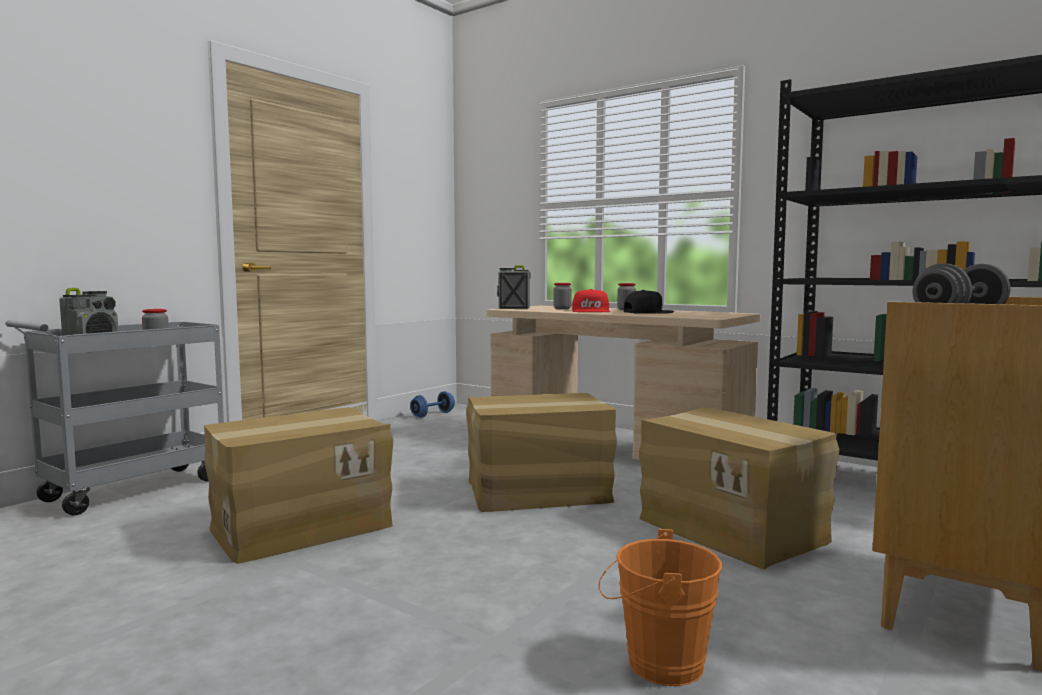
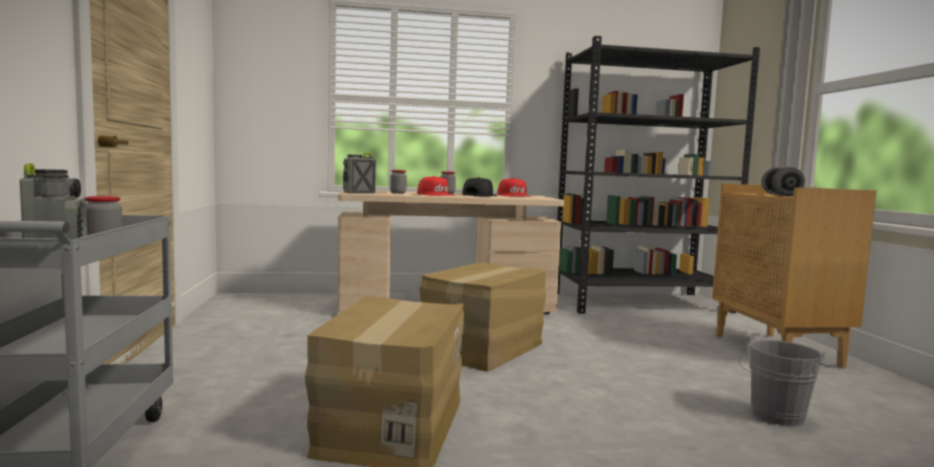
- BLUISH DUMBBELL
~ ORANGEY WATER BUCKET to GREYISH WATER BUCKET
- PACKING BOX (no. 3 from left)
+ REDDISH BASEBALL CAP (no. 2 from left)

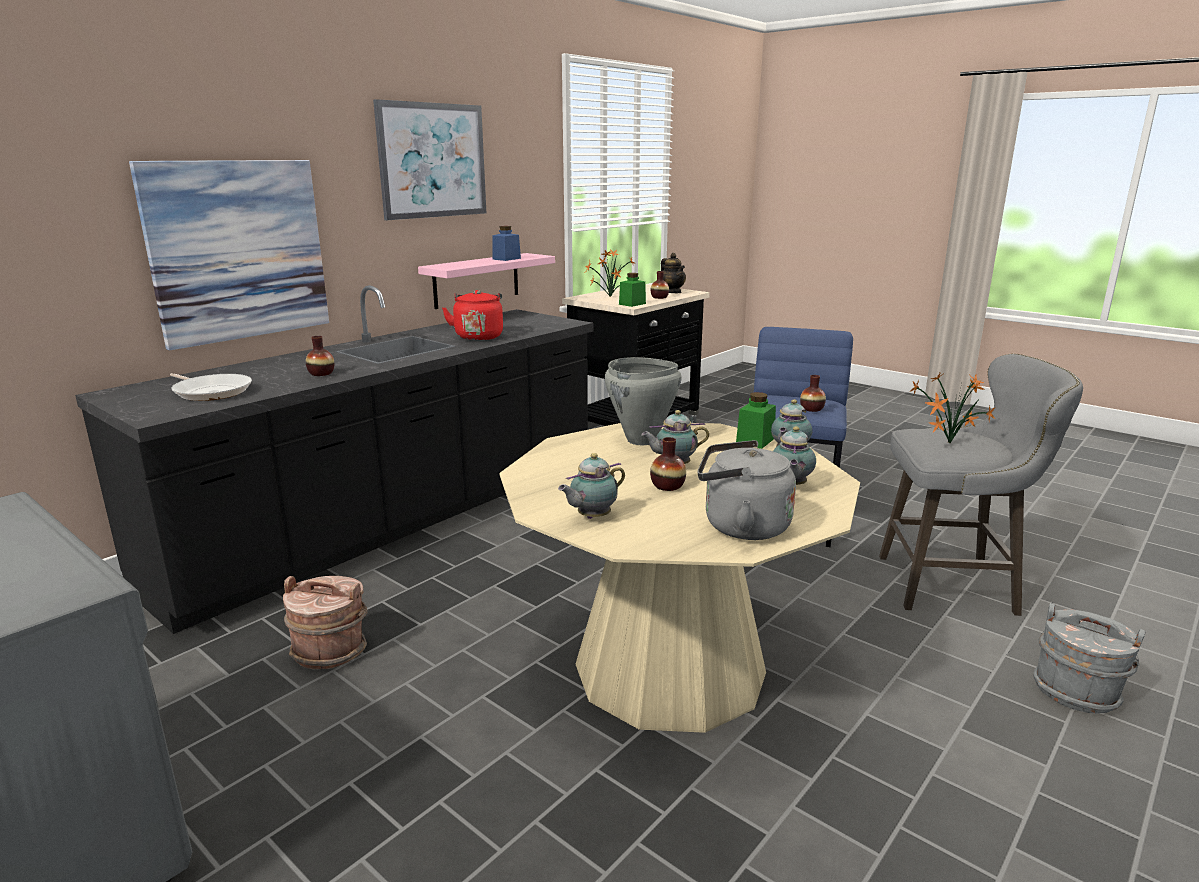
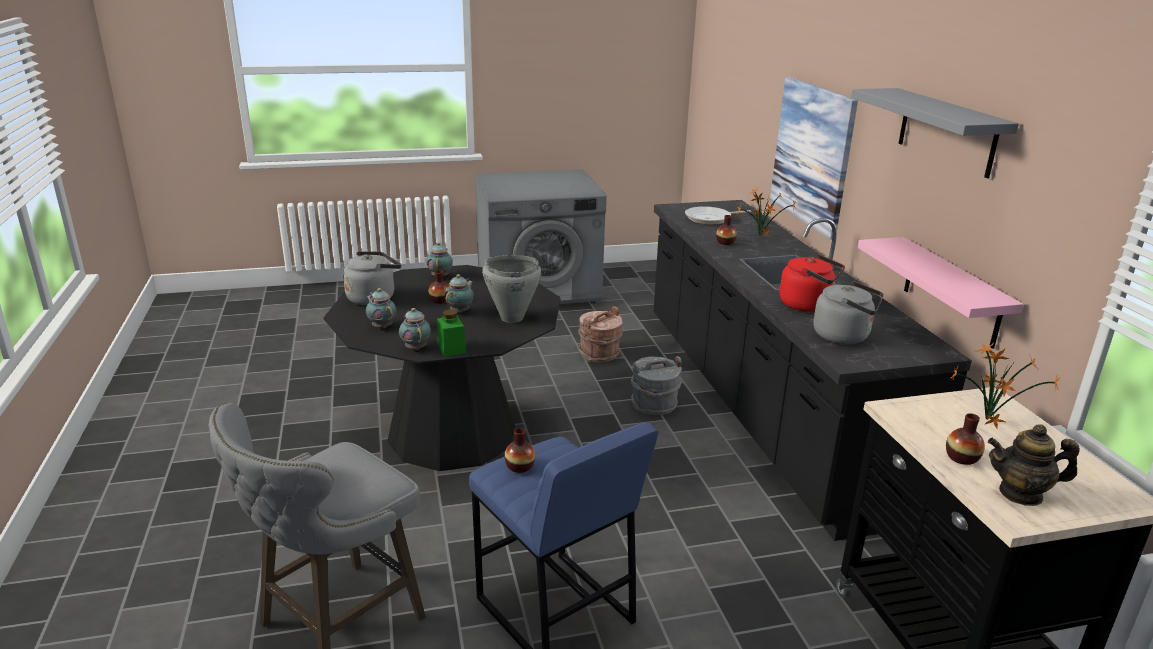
~ WALL ART (no. 2 from left) to GREYISH WALL SHELF
- BLUISH JAR
~ SAND-COLOURED KITCHEN TABLE to BLACK-COLOURED KITCHEN TABLE
- GREEN JAR (no. 1 from left)
~ HOUSEPLANT (no. 2 from left in the first image) to HOUSEPLANT (no. 1 from left)
~ GREYISH WATER BUCKET
+ GREYISH KETTLE (no. 2 from left)

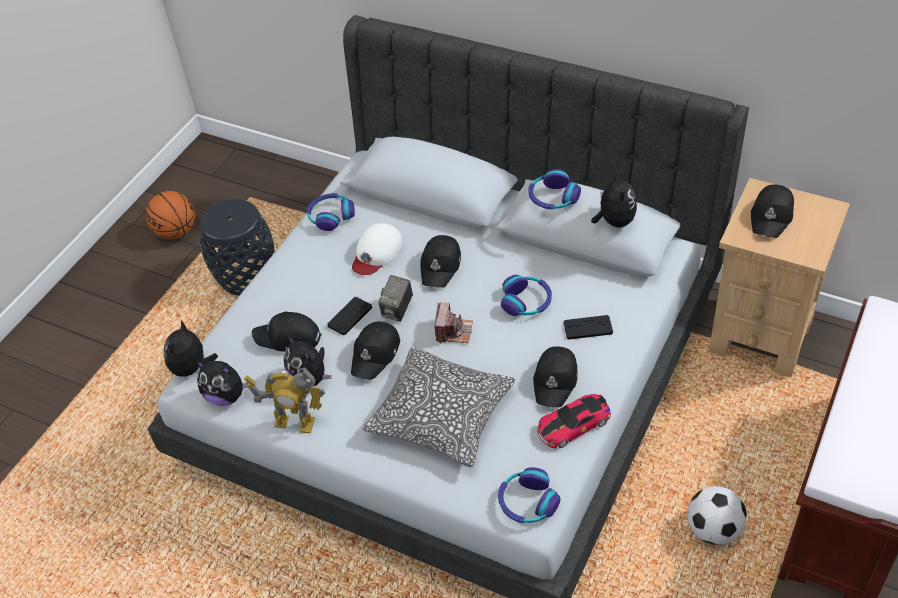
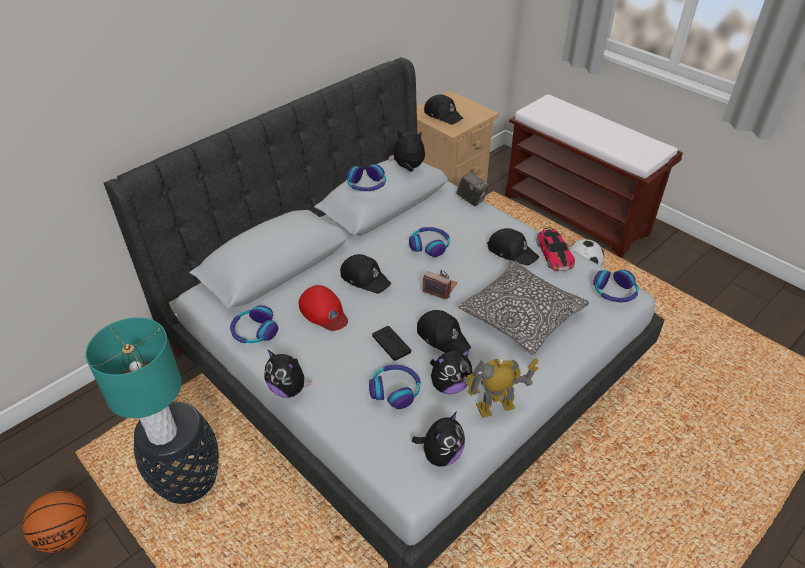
~ PLUSH TOY (no. 1 from left)
~ TOY ROBOT 135 degrees counterclockwise
~ BLACK-COLOURED BASEBALL CAP (no. 1 from left) to HEADSET (no. 3 from left)
~ WHITE-COLOURED BASEBALL CAP to REDDISH BASEBALL CAP
~ PHOTO CAMERA (no. 1 from left in the first image) to PHOTO CAMERA (no. 2 from left)
- BLACK-COLOURED GAME CONTROLLER (no. 2 from left)
+ TURQUOISE-COLOURED TABLE LAMP

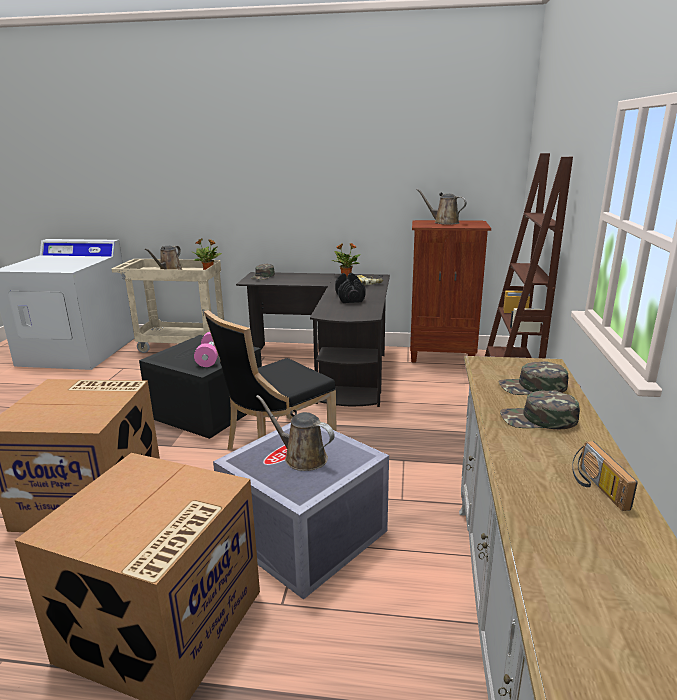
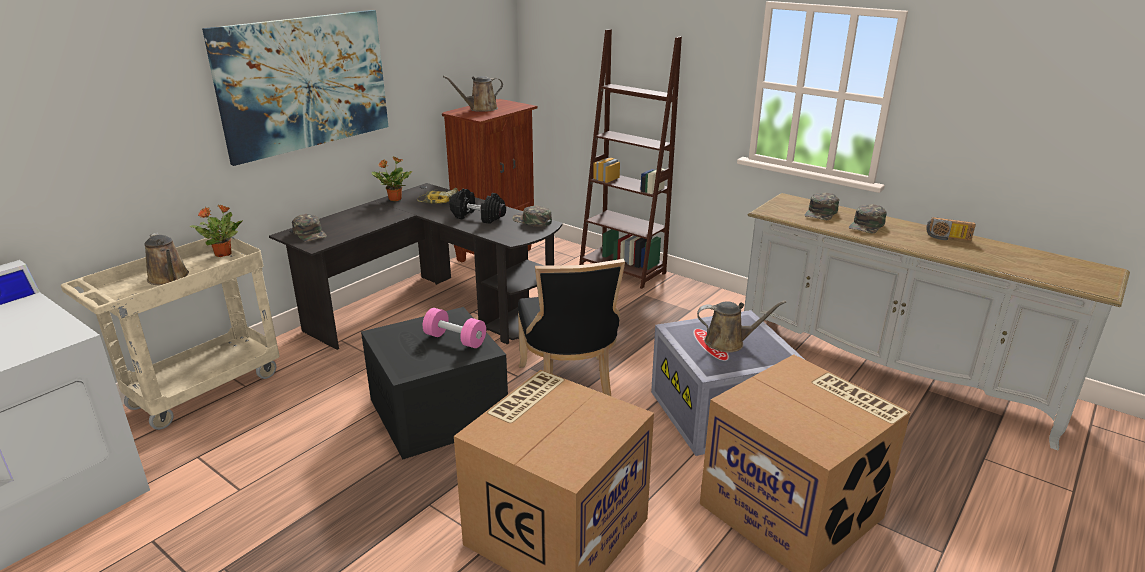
~ BROWNISH WATERING POT (no. 2 from left in the first image) 150 degrees counterclockwise
+ WALL ART
+ GREEN BASEBALL CAP (no. 2 from left)

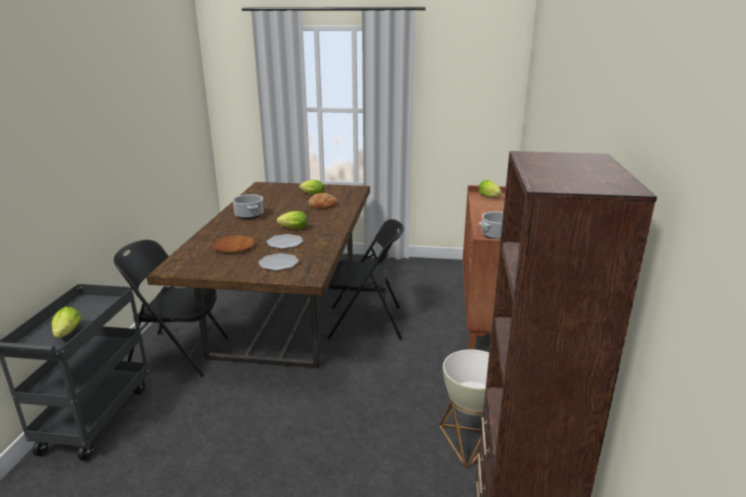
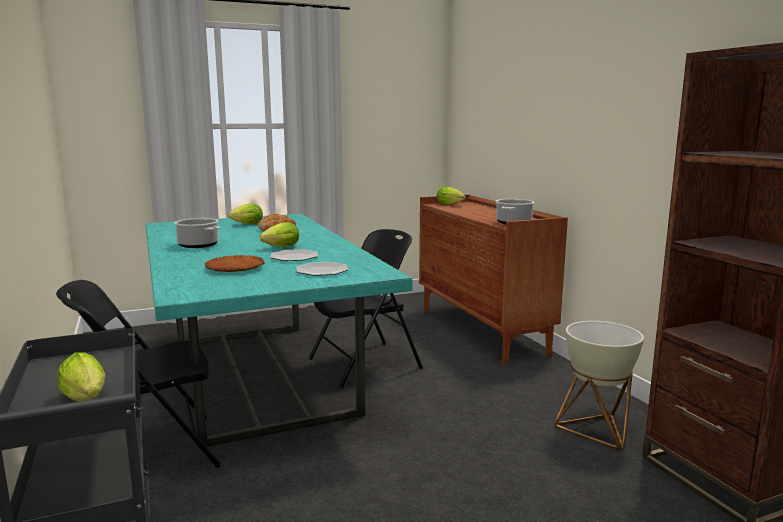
~ BROWNISH KITCHEN TABLE to TURQUOISE-COLOURED KITCHEN TABLE

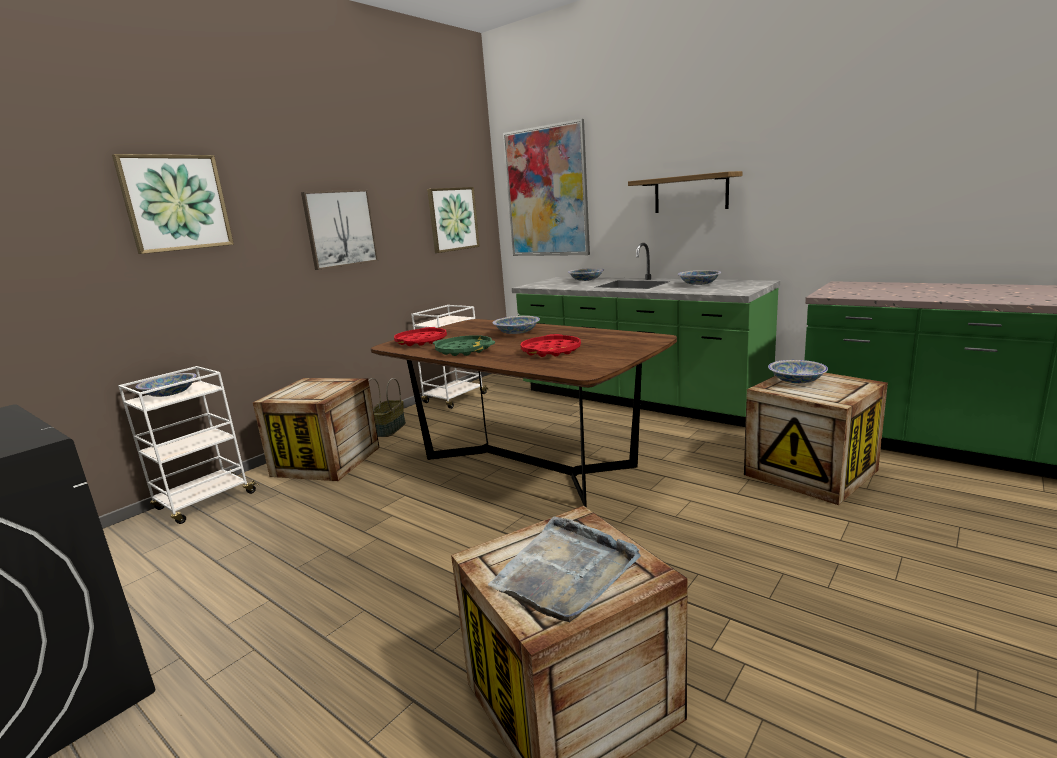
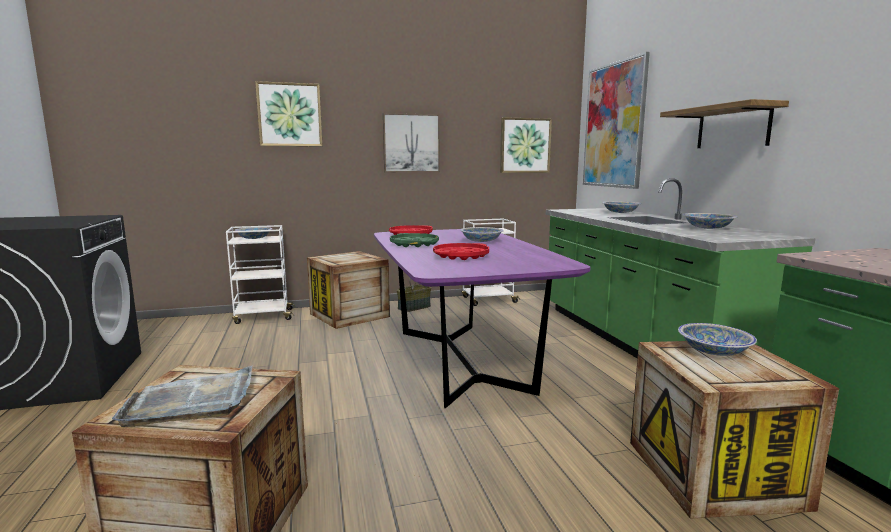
~ BROWNISH KITCHEN TABLE to PURPLE-COLOURED KITCHEN TABLE

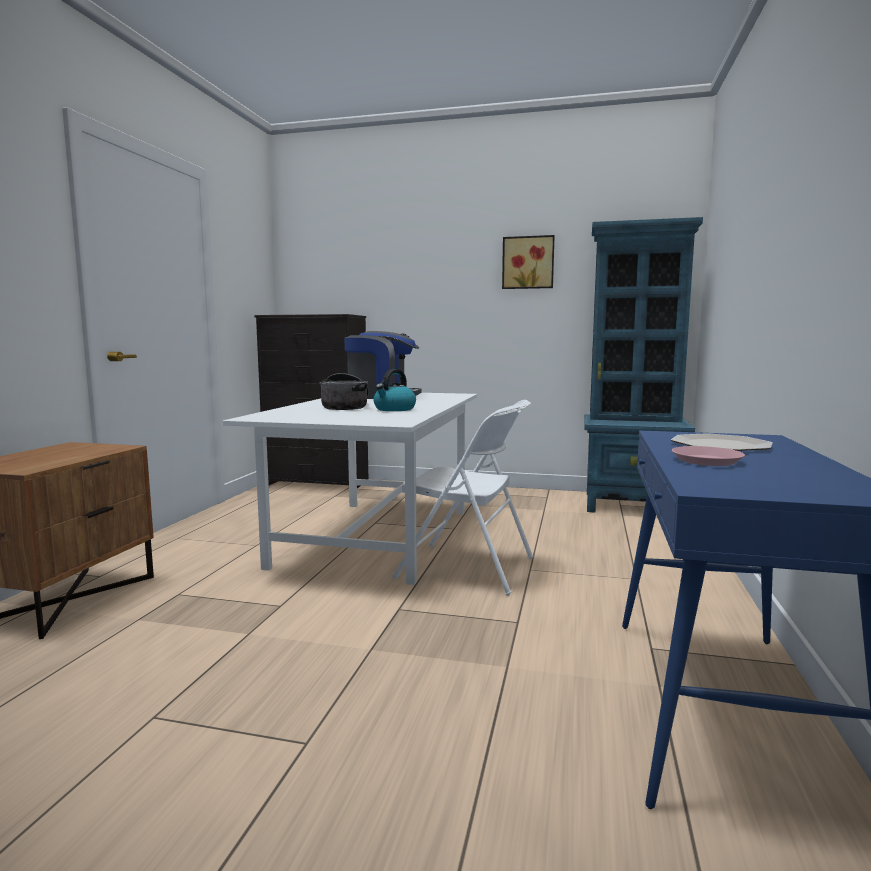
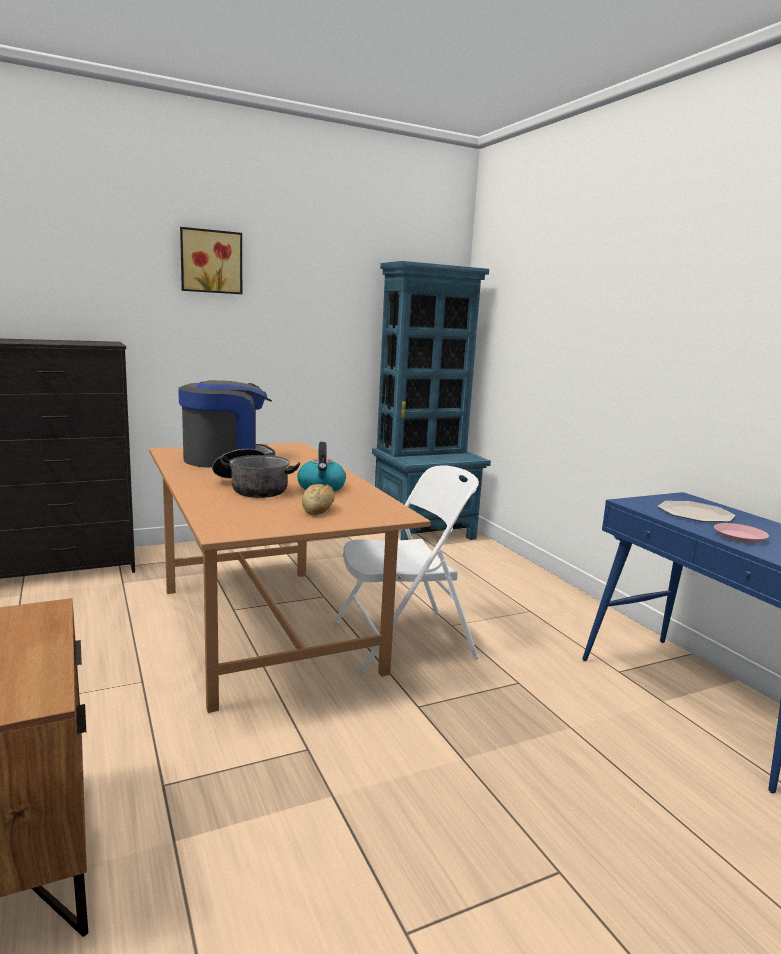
~ WHITE-COLOURED KITCHEN TABLE to BROWNISH KITCHEN TABLE
~ WALL ART
+ BREAD

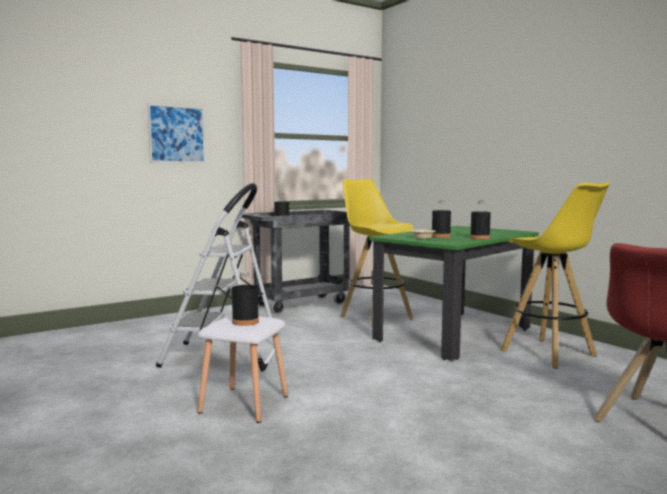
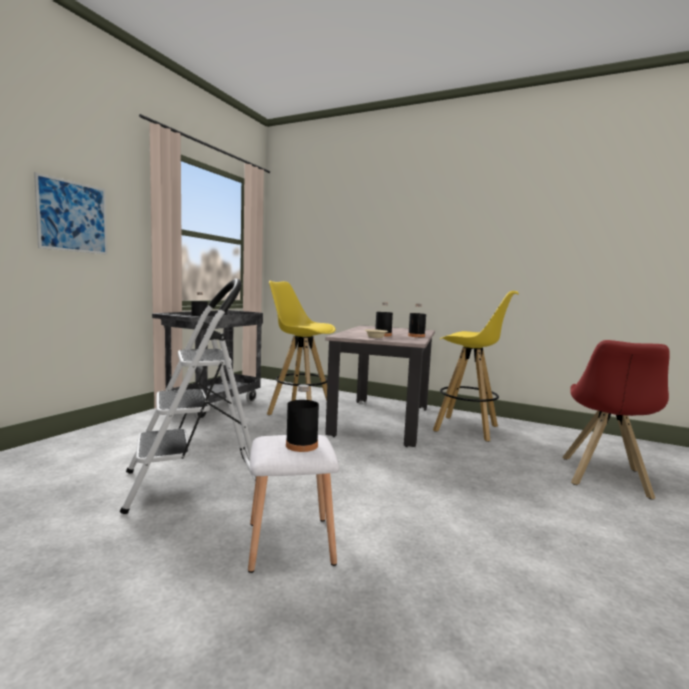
~ GREEN KITCHEN TABLE to SAND-COLOURED KITCHEN TABLE

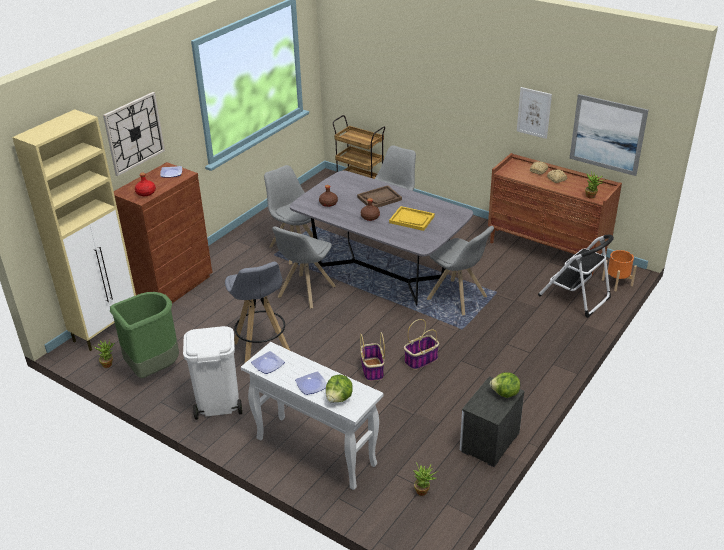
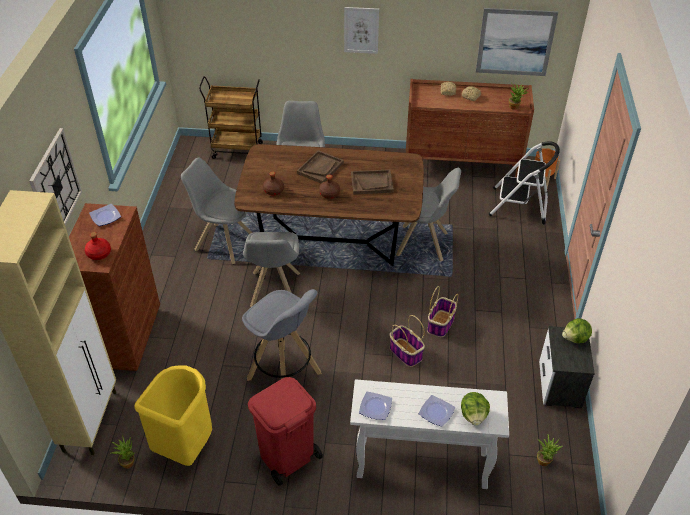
~ GREEN WASTE BIN to YELLOWISH WASTE BIN
~ WHITE-COLOURED WASTE BIN to REDDISH WASTE BIN
~ GREYISH KITCHEN TABLE to BROWNISH KITCHEN TABLE
~ YELLOWISH CARRYING TRAY to BROWNISH CARRYING TRAY (no. 2 from left)
~ WALL ART (no. 1 from left)

